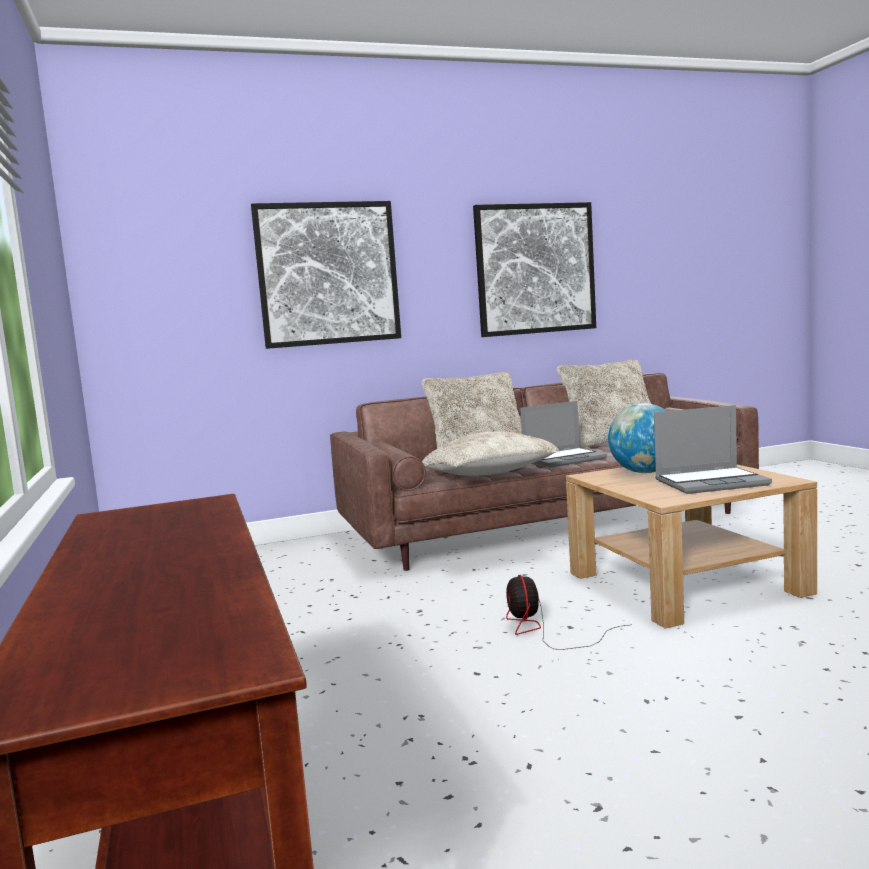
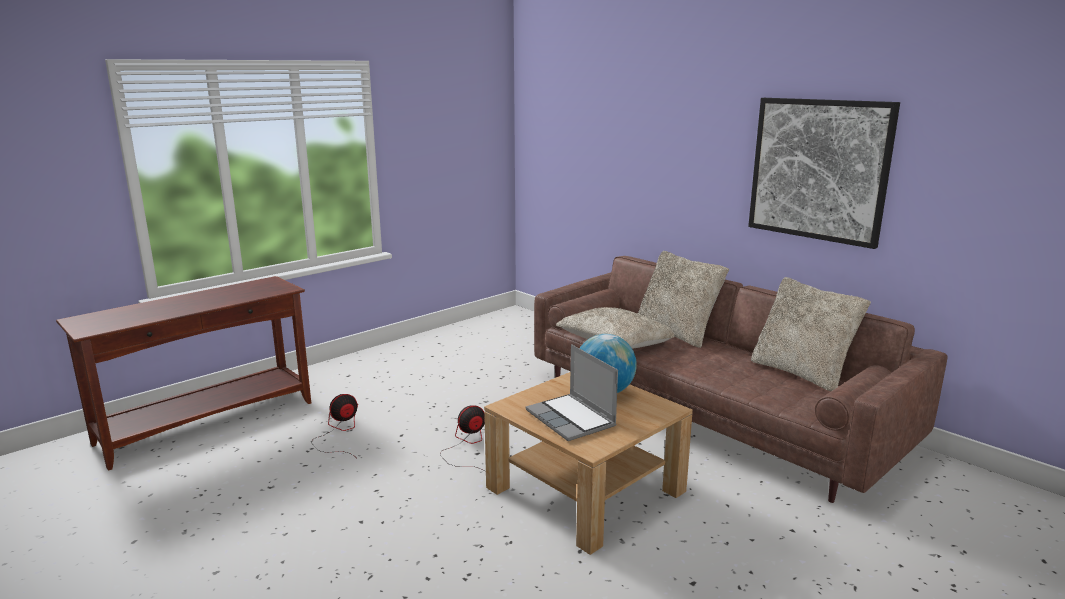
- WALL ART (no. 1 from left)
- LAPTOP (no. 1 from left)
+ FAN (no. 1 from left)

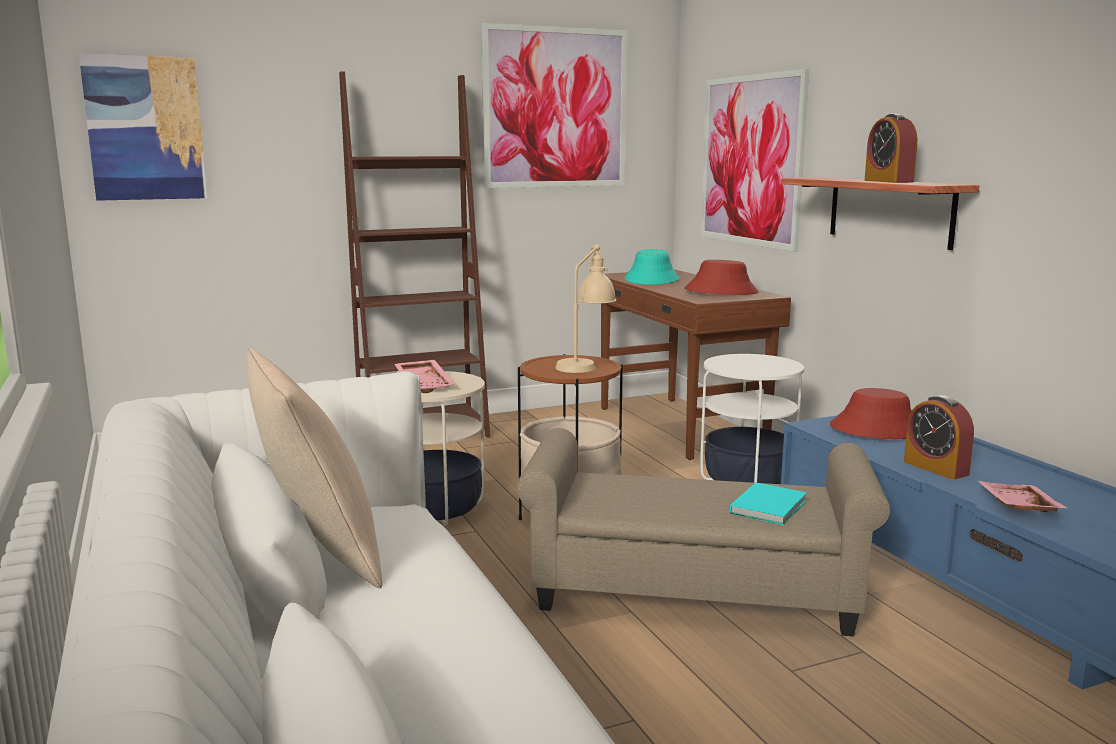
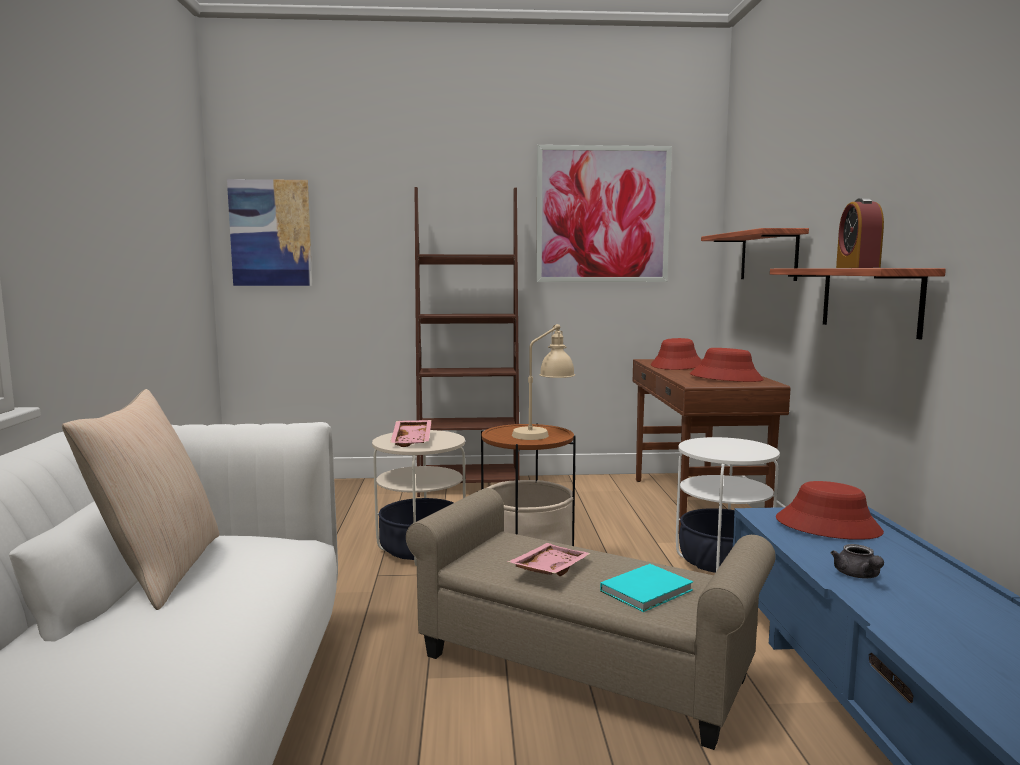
~ TURQUOISE-COLOURED CLOTHING HAT to REDDISH CLOTHING HAT (no. 1 from left)
~ WALL ART (no. 3 from left) to WALL SHELF (no. 1 from left)
~ BEDSIDE CLOCK (no. 2 from left) to GREYISH POT FOR TEA
~ PINK CARRYING TRAY (no. 2 from left)

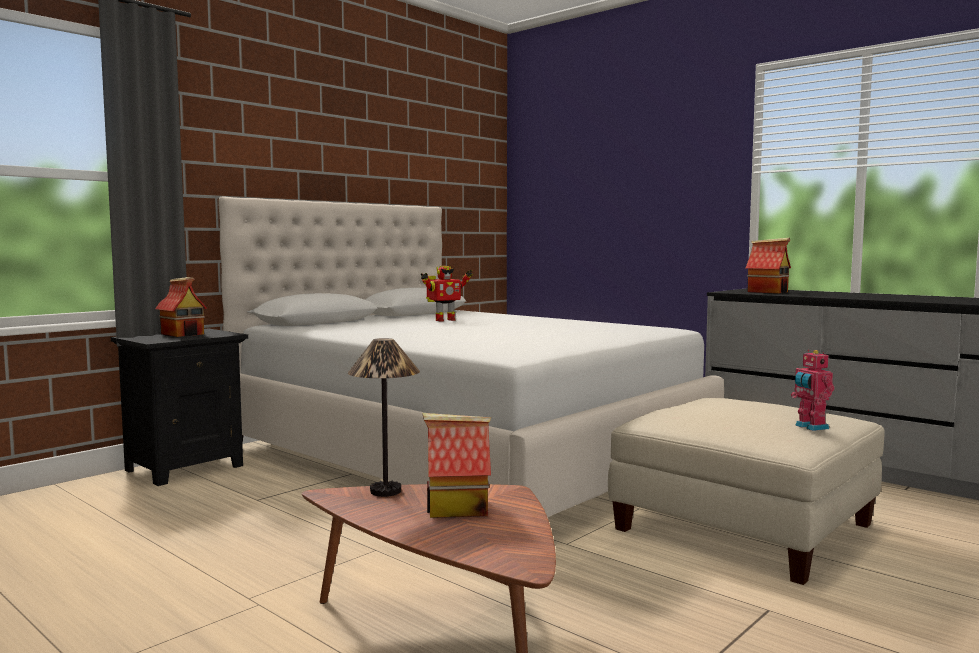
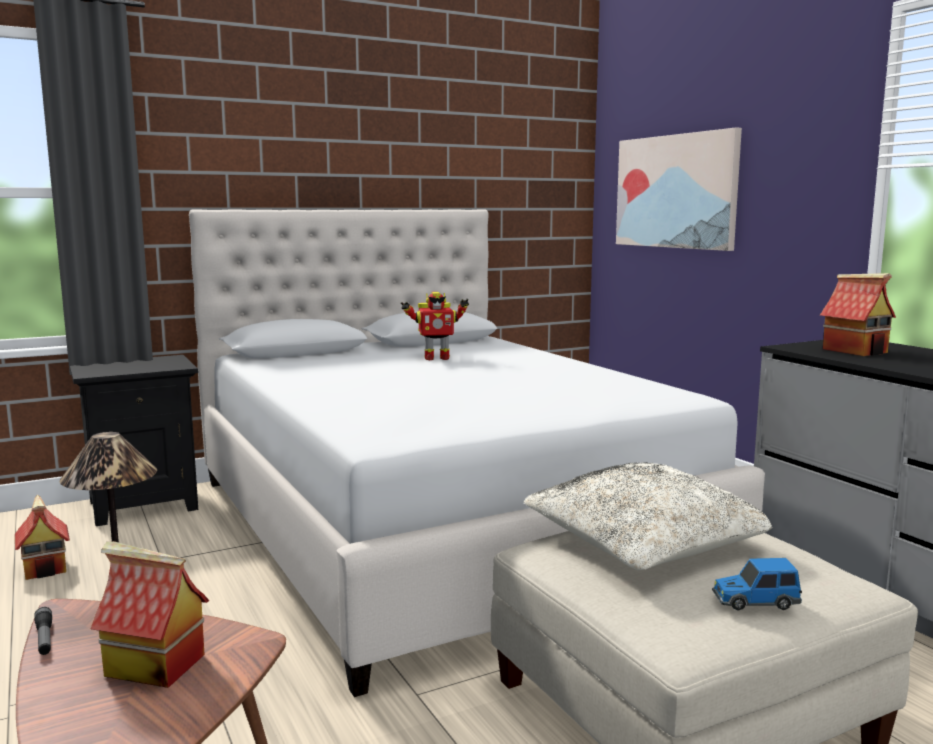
~ MODEL HOUSE (no. 1 from left)
~ TOY ROBOT (no. 2 from left) to MODEL CAR
+ HAND TORCH
+ SAND-COLOURED PILLOW
+ WALL ART

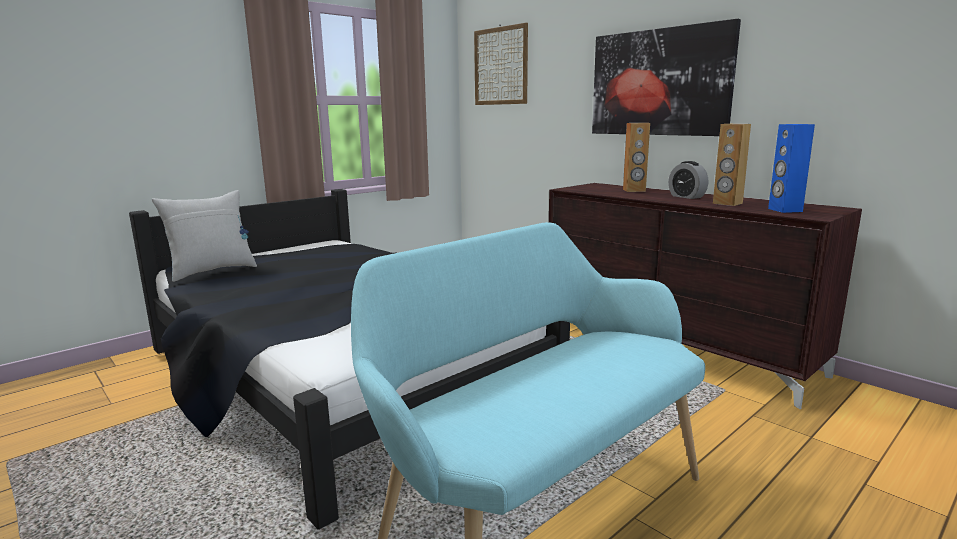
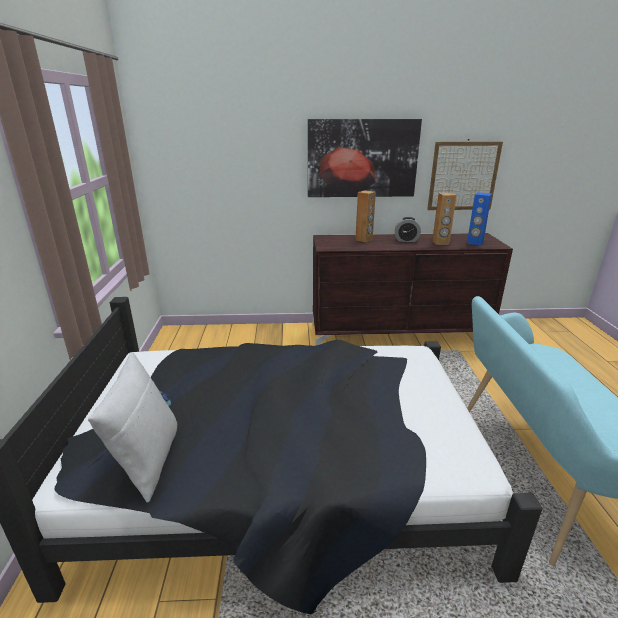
~ WALL ART (no. 1 from left in the first image) to WALL ART (no. 2 from left)

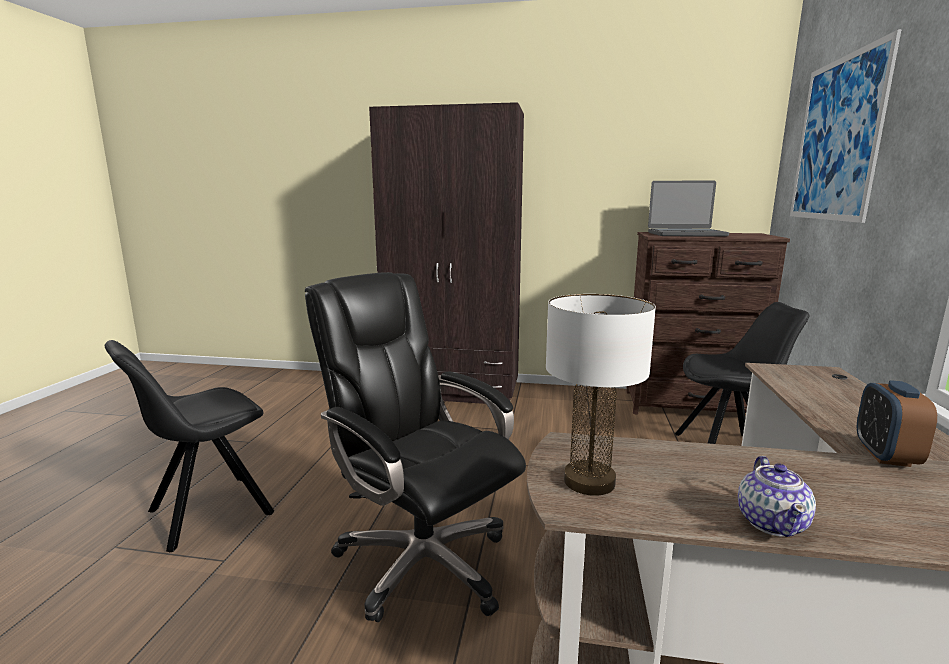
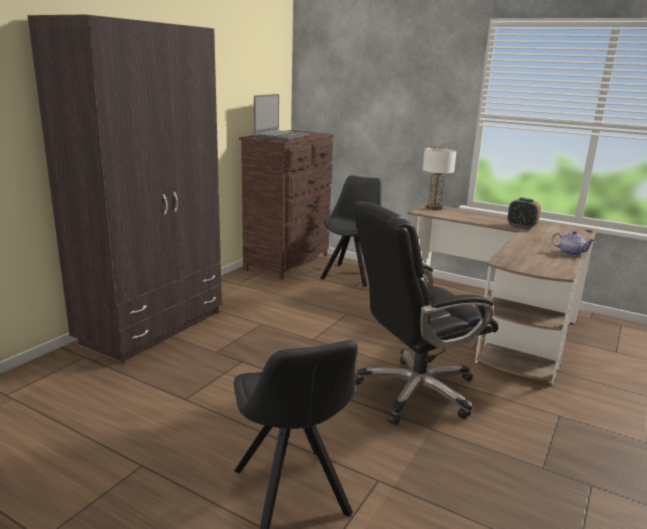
~ TABLE LAMP
- WALL ART

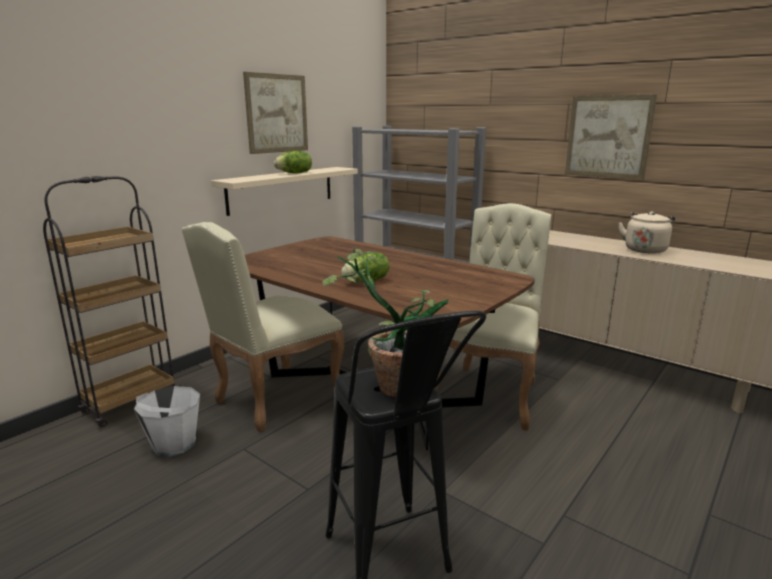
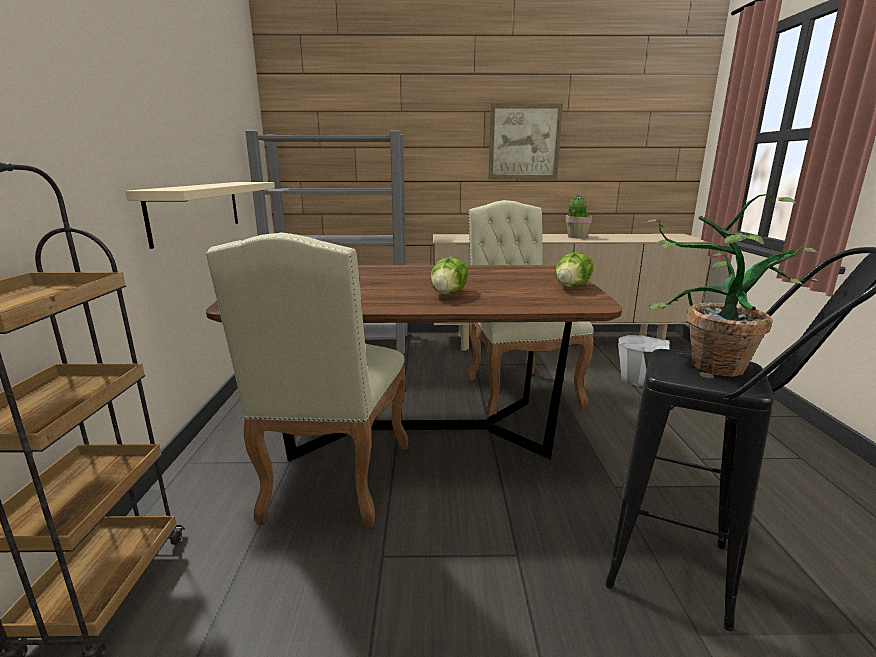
~ WHITE-COLOURED WATER BUCKET
- WALL ART (no. 1 from left)
~ LETTUCE (no. 1 from left in the first image) to LETTUCE (no. 2 from left)
~ SAND-COLOURED KETTLE to HOUSEPLANT (no. 1 from left)

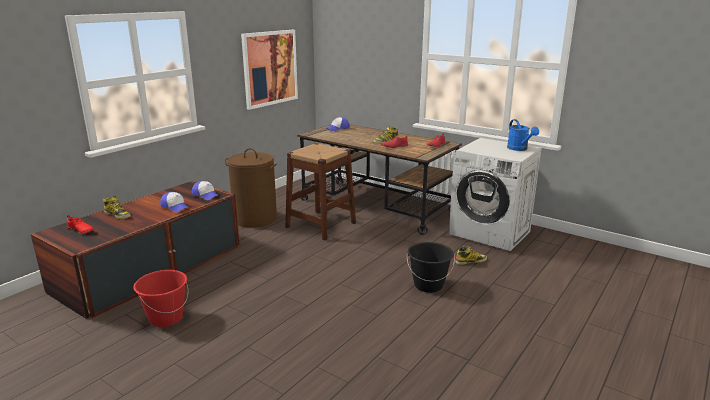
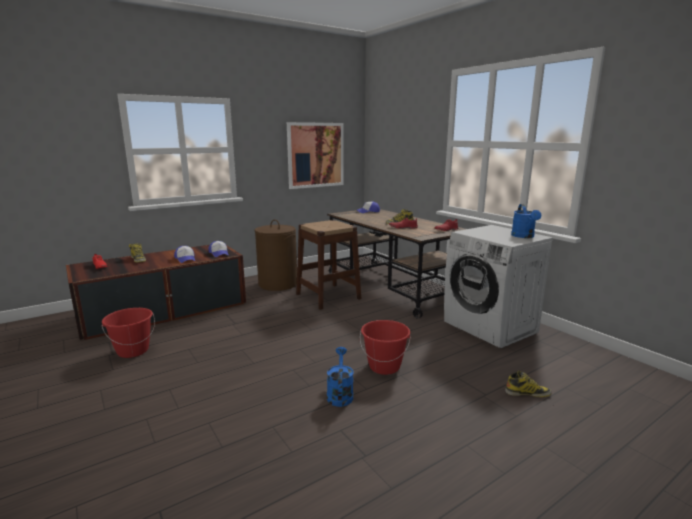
~ BLACK-COLOURED WATER BUCKET to REDDISH WATER BUCKET (no. 2 from left)
~ BOOT (no. 3 from left)
+ BLUISH WATERING POT (no. 1 from left)

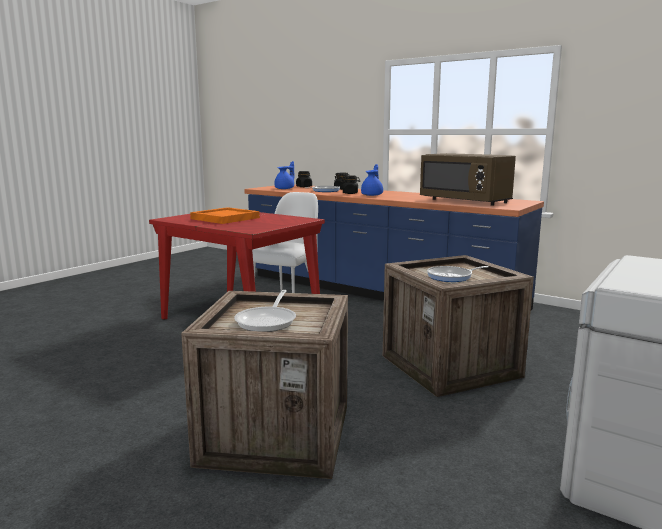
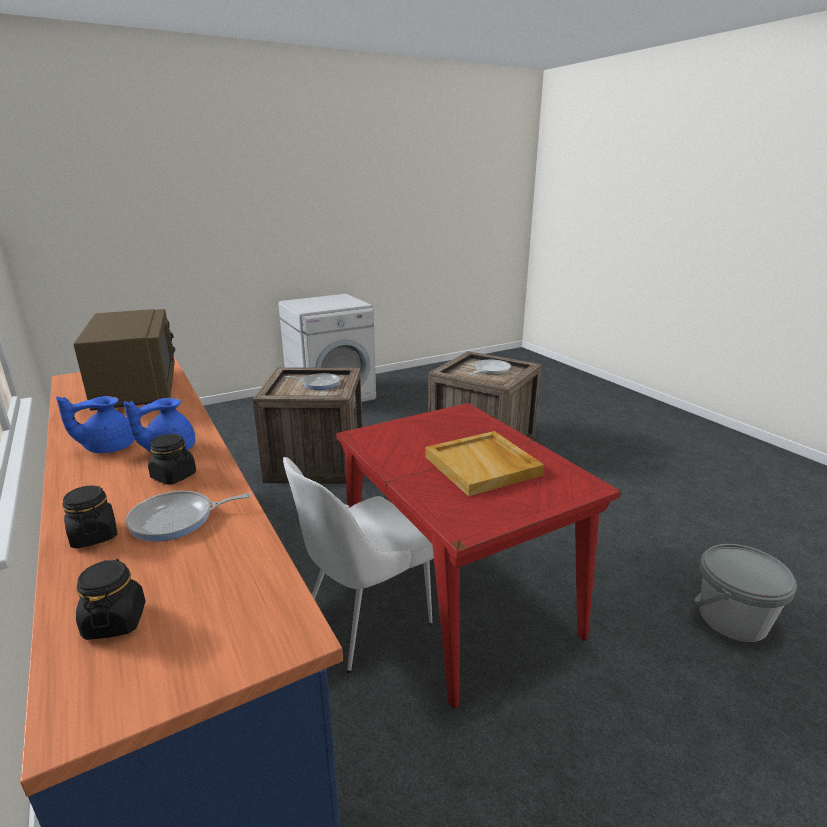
~ ORANGEY CARRYING TRAY to SAND-COLOURED CARRYING TRAY
~ BLUISH POT FOR TEA (no. 1 from left)
+ GREYISH WATER BUCKET

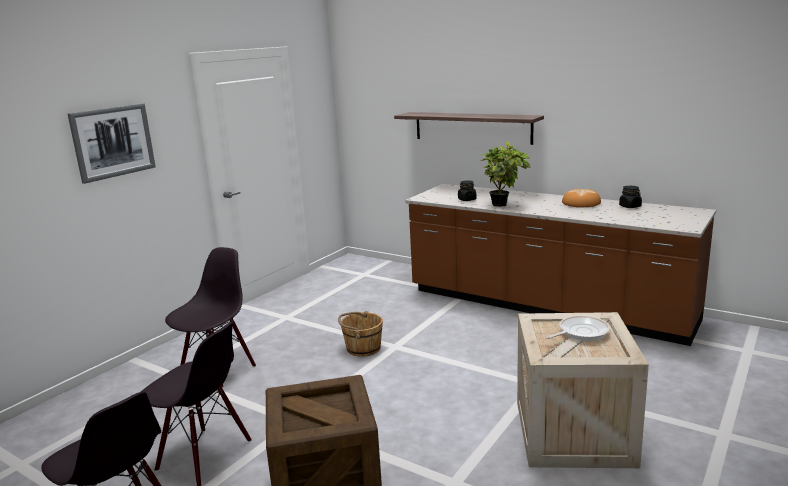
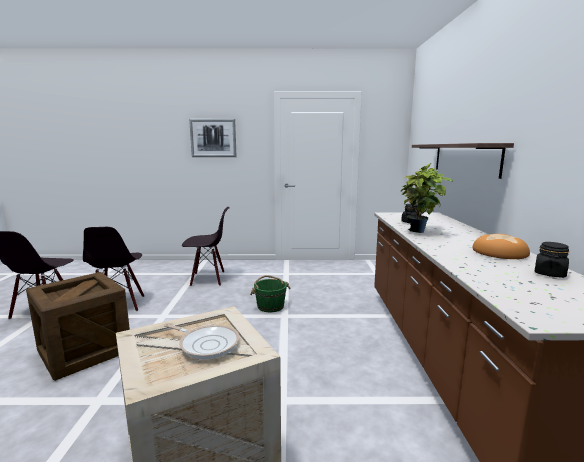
~ BROWNISH WATER BUCKET to GREEN WATER BUCKET

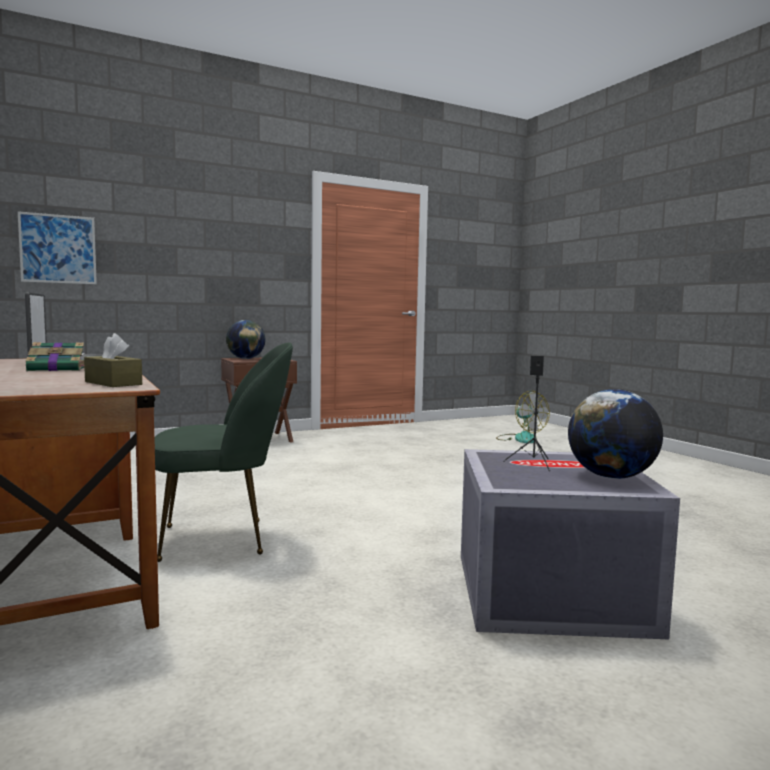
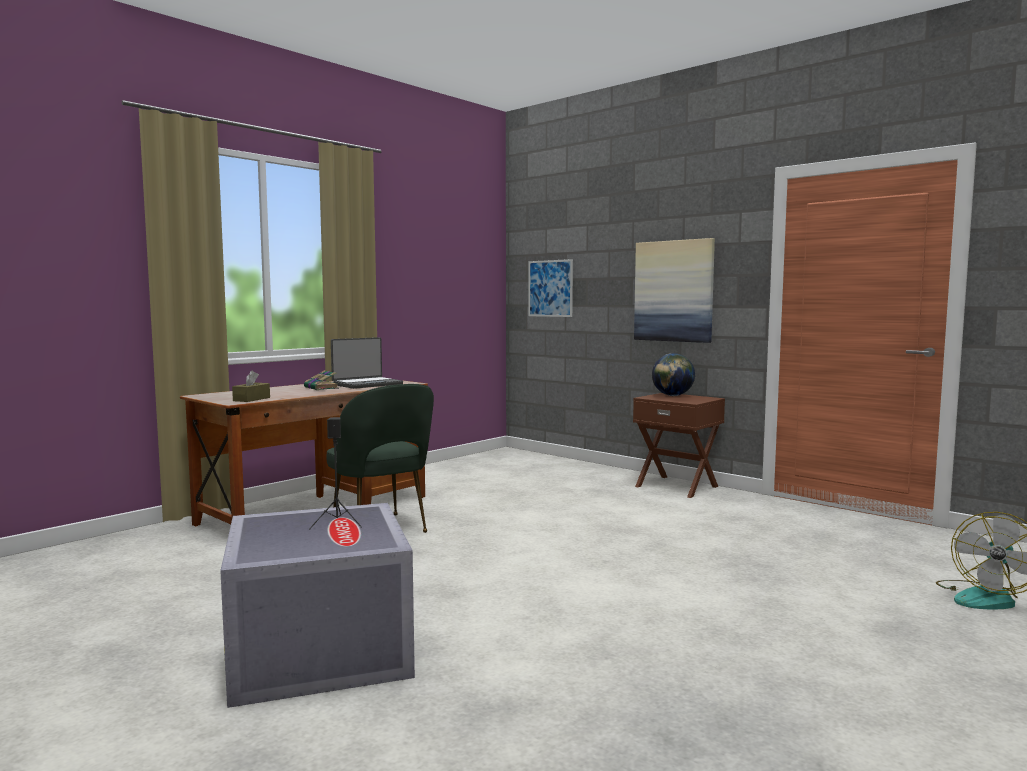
- GLOBE (no. 2 from left)
+ WALL ART (no. 2 from left)

